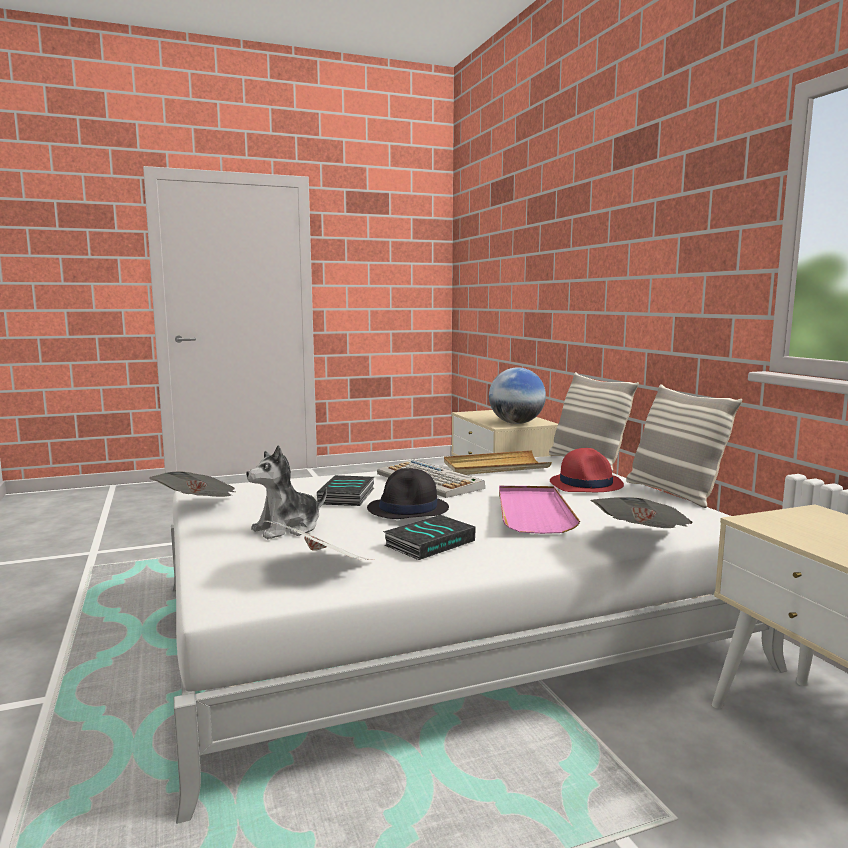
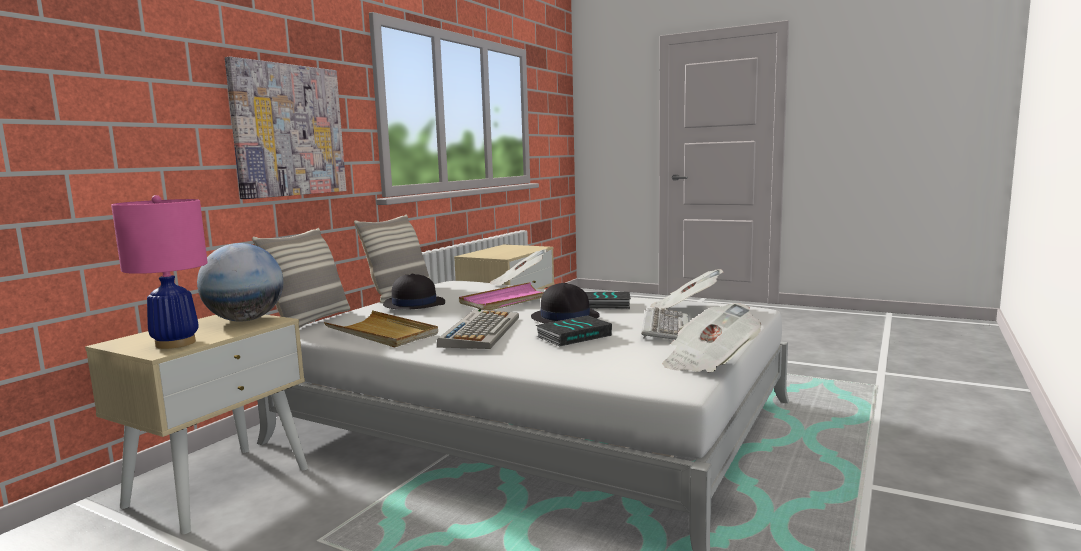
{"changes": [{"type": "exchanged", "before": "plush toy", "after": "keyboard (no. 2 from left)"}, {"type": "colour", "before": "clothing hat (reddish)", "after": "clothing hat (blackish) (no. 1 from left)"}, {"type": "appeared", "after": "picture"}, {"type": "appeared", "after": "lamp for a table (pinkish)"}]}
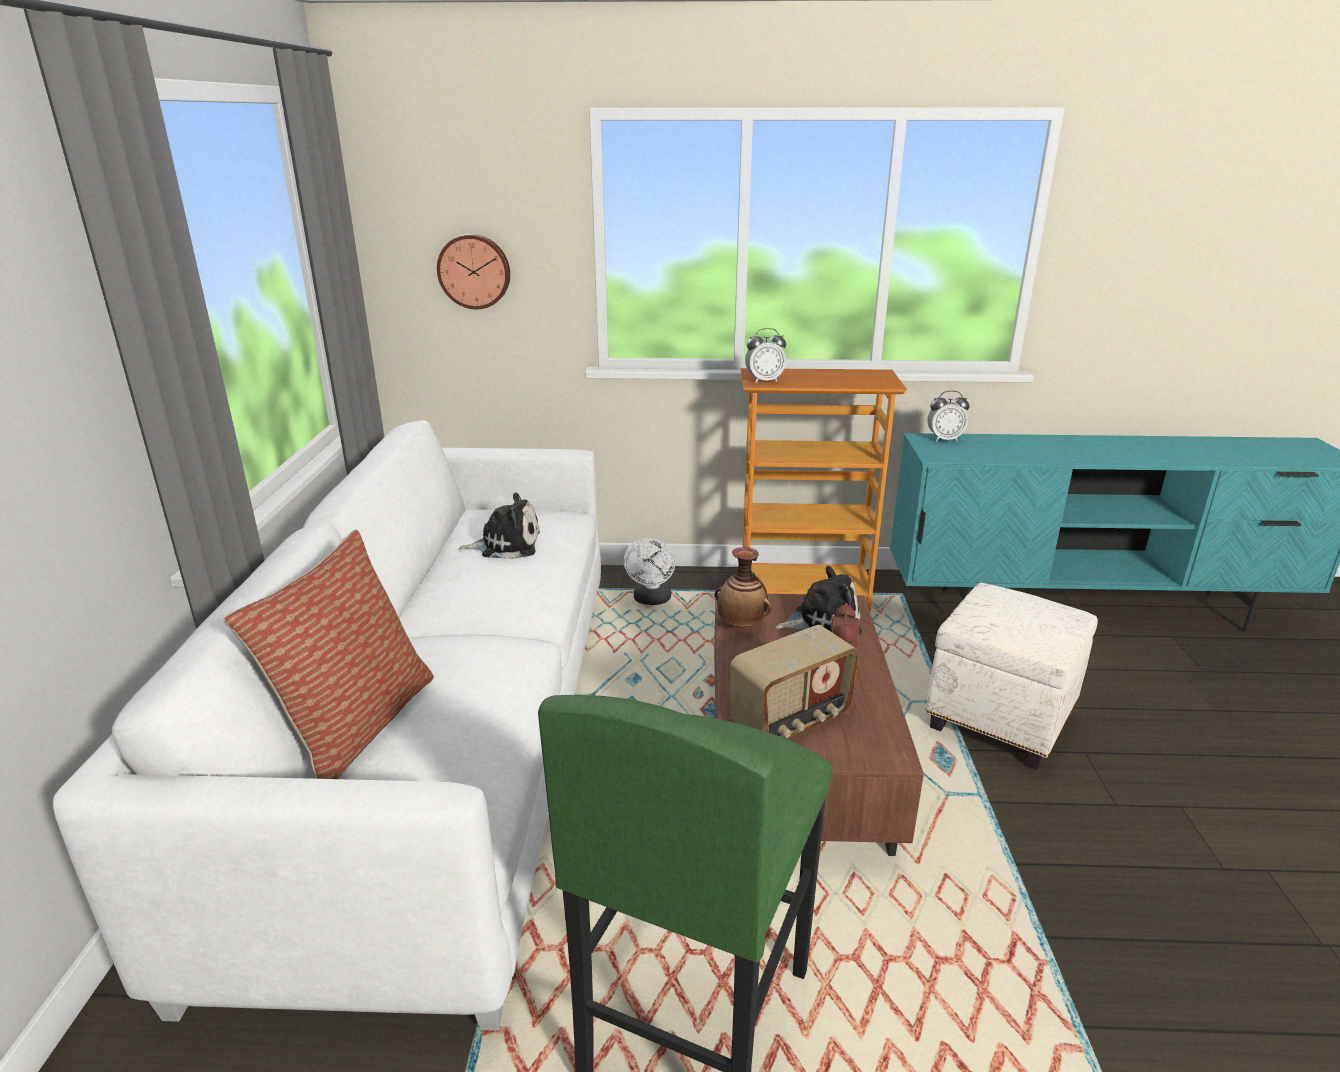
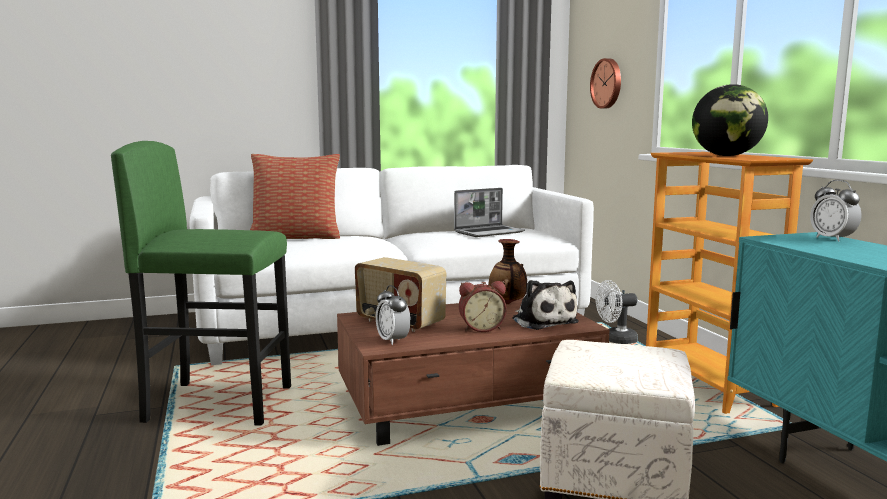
{"changes": [{"type": "relocated", "before": "table clock (no. 1 from left)"}, {"type": "exchanged", "before": "plush toy (no. 1 from left)", "after": "laptop"}, {"type": "appeared", "after": "world globe"}]}
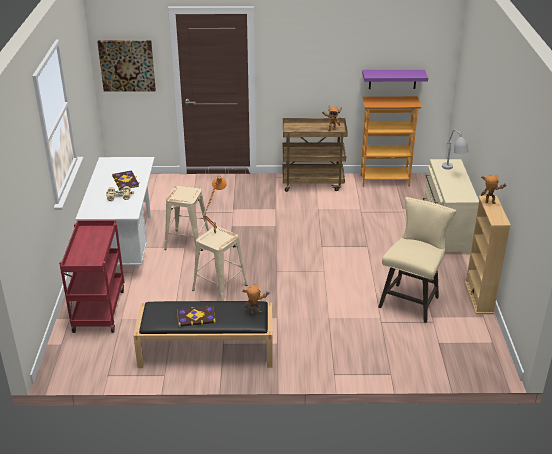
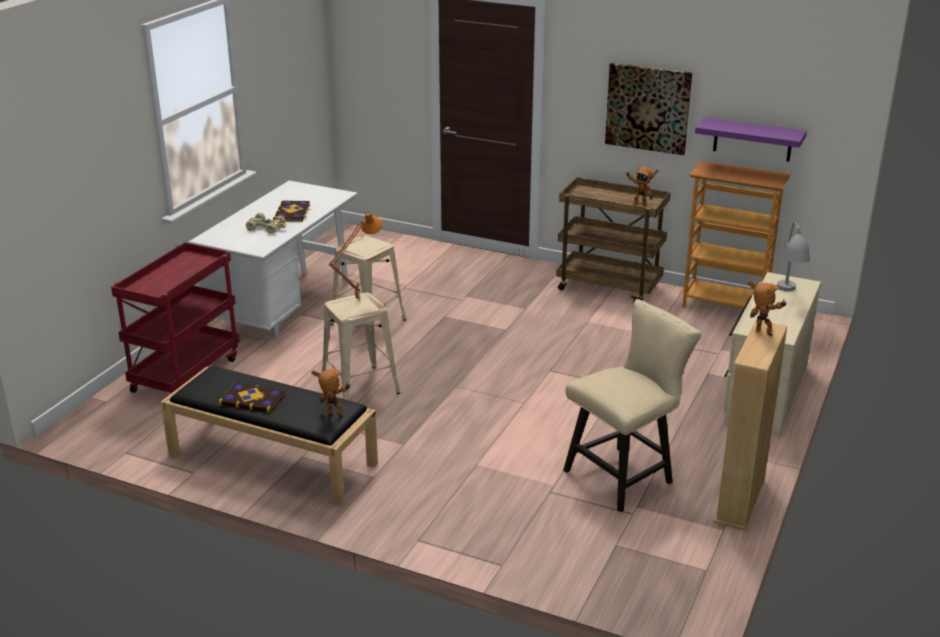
{"changes": [{"type": "relocated", "before": "picture"}]}
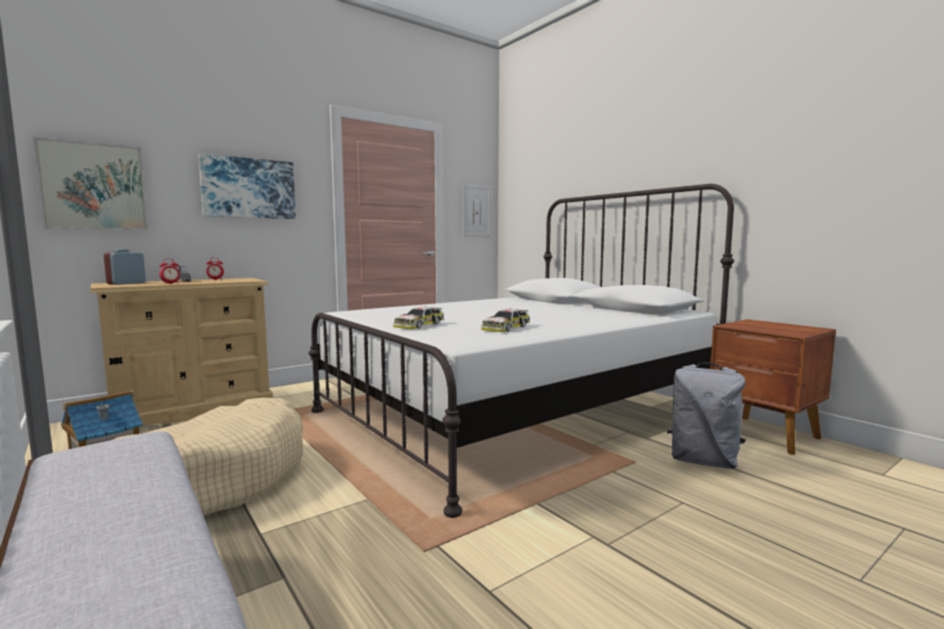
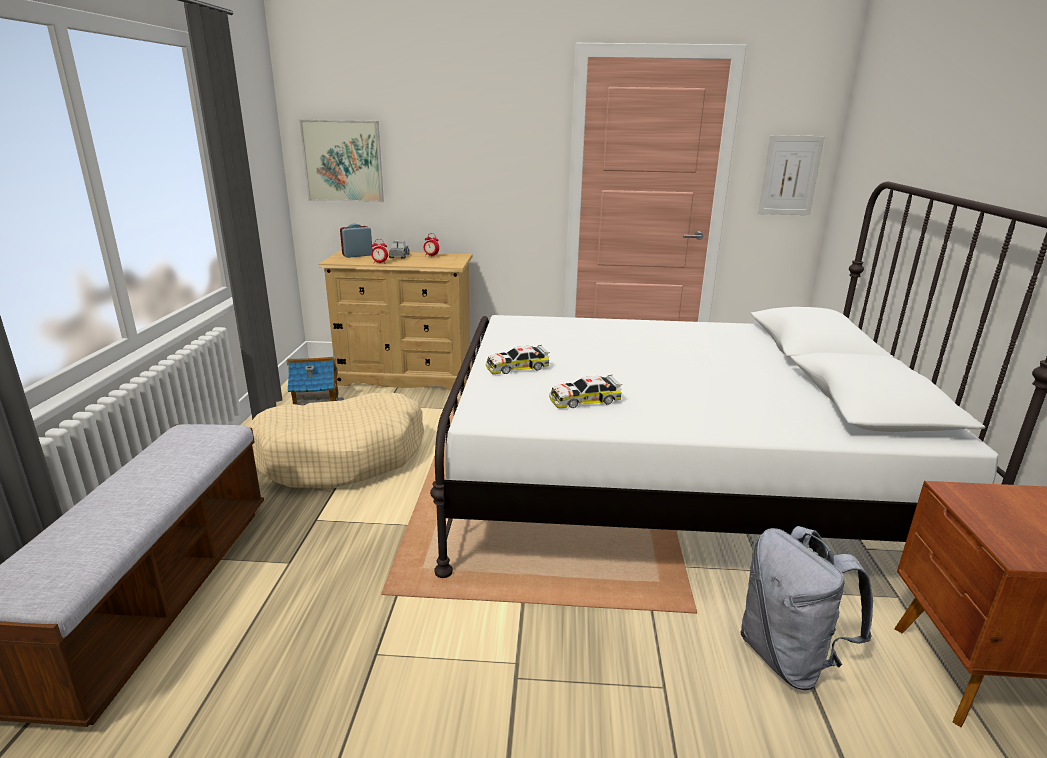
{"changes": [{"type": "missing", "before": "picture (no. 2 from left)"}]}
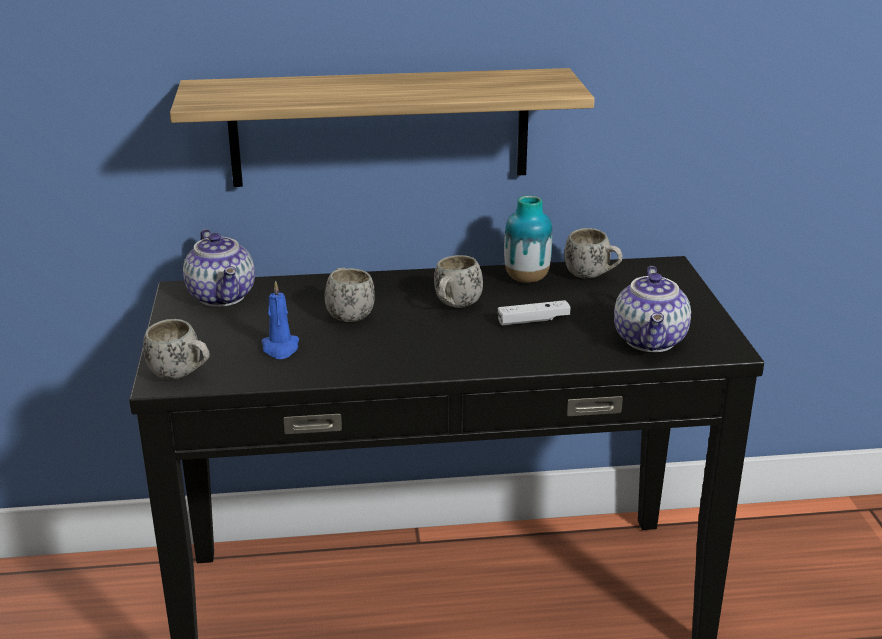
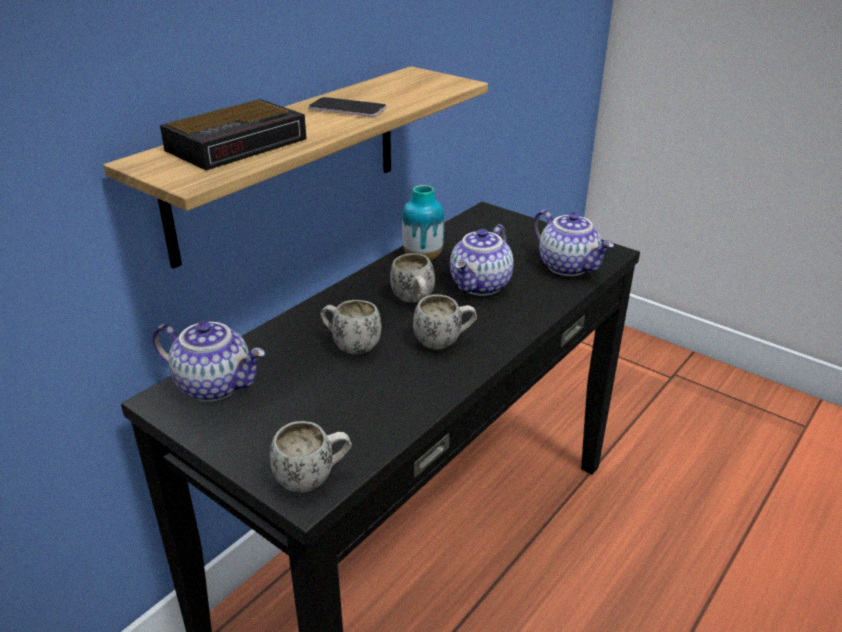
{"changes": [{"type": "relocated", "before": "tea mug (white-coloured) (no. 4 from left)"}, {"type": "missing", "before": "wax candle (bluish)"}, {"type": "exchanged", "before": "gamepad (white-coloured)", "after": "pot for tea (no. 2 from left)"}, {"type": "appeared", "after": "telephone"}, {"type": "appeared", "after": "table clock"}]}
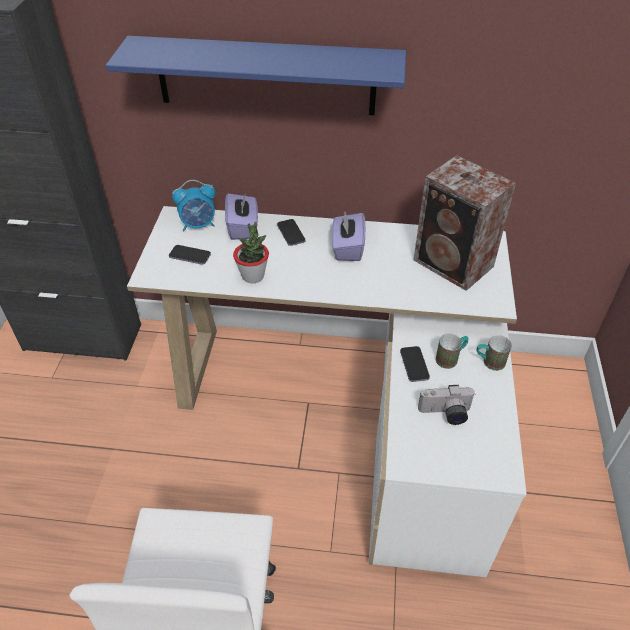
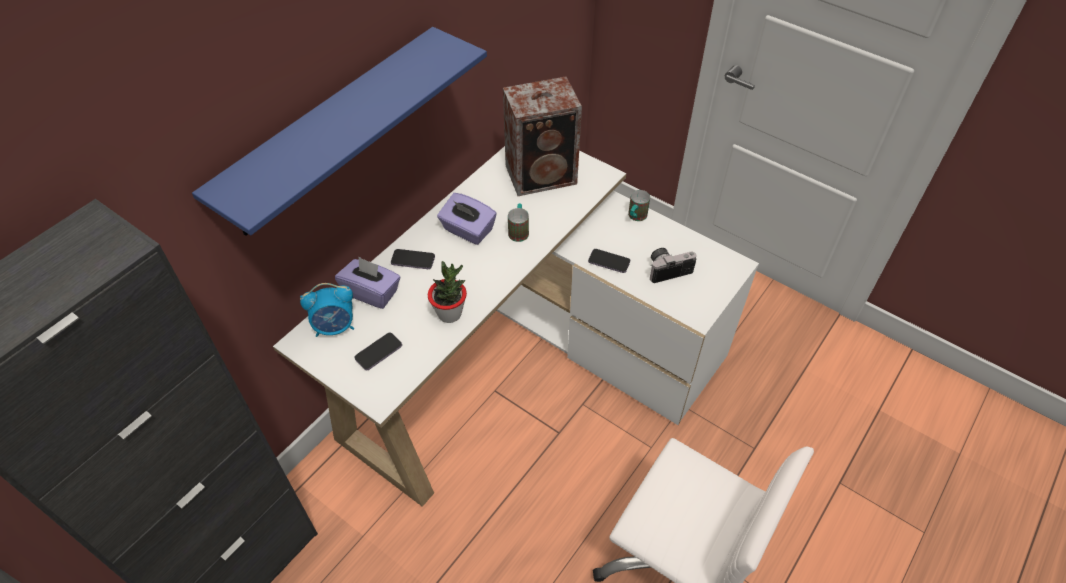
{"changes": [{"type": "spun", "before": "table clock", "turn": 60}, {"type": "relocated", "before": "tea mug (no. 1 from left)"}, {"type": "spun", "before": "photo camera", "turn": -135}]}
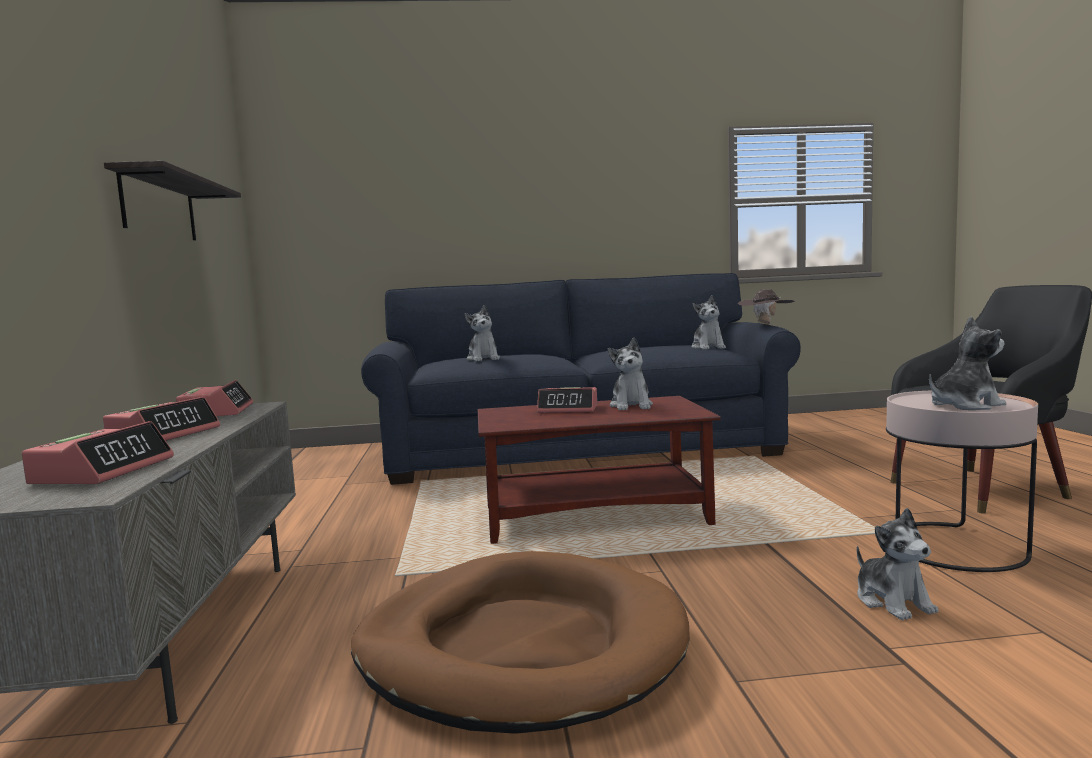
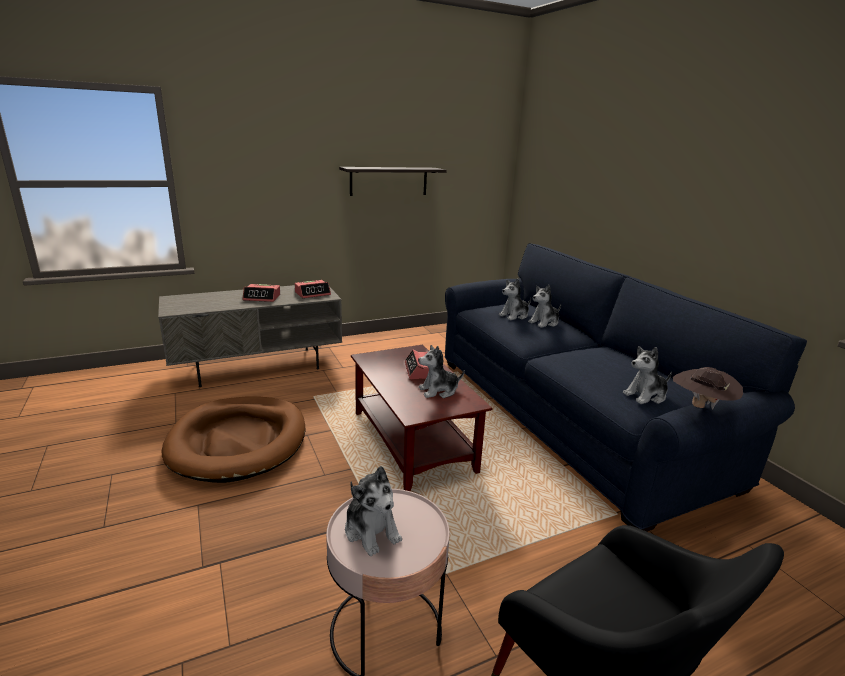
{"changes": [{"type": "missing", "before": "table clock (no. 1 from left)"}, {"type": "relocated", "before": "plush toy (no. 4 from left)"}]}
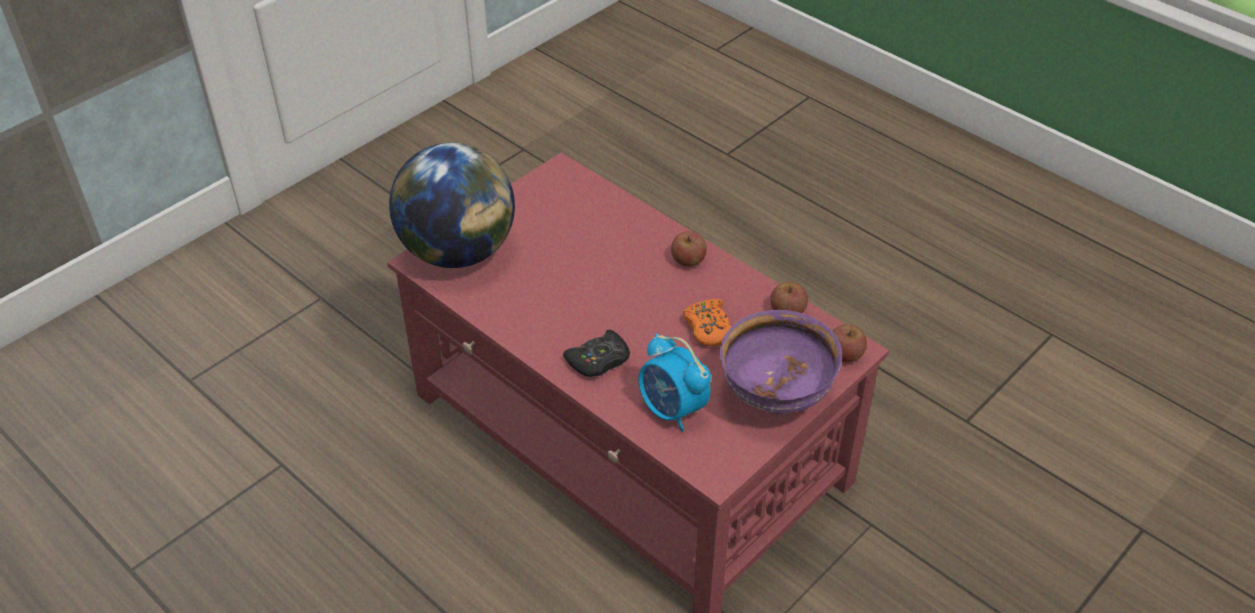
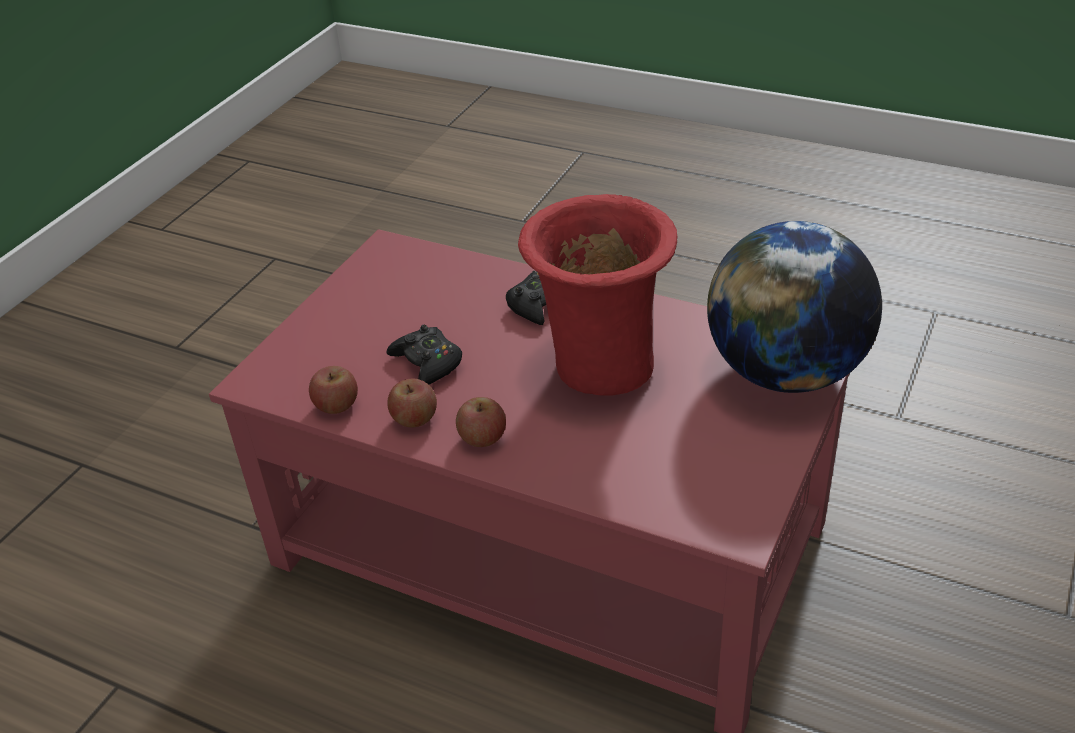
{"changes": [{"type": "colour", "before": "gamepad (orangey)", "after": "gamepad (blackish) (no. 1 from left)"}, {"type": "missing", "before": "serving bowl (purplish)"}, {"type": "relocated", "before": "apple (no. 3 from left in the first image)", "after": "apple (no. 2 from left)"}, {"type": "missing", "before": "table clock"}, {"type": "appeared", "after": "flower vase (reddish)"}]}
